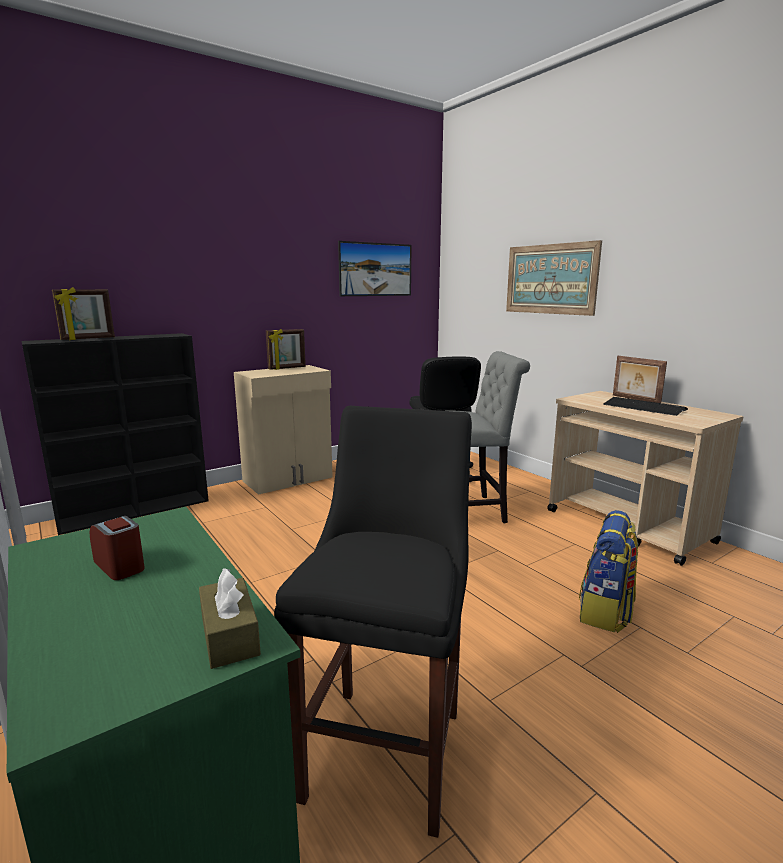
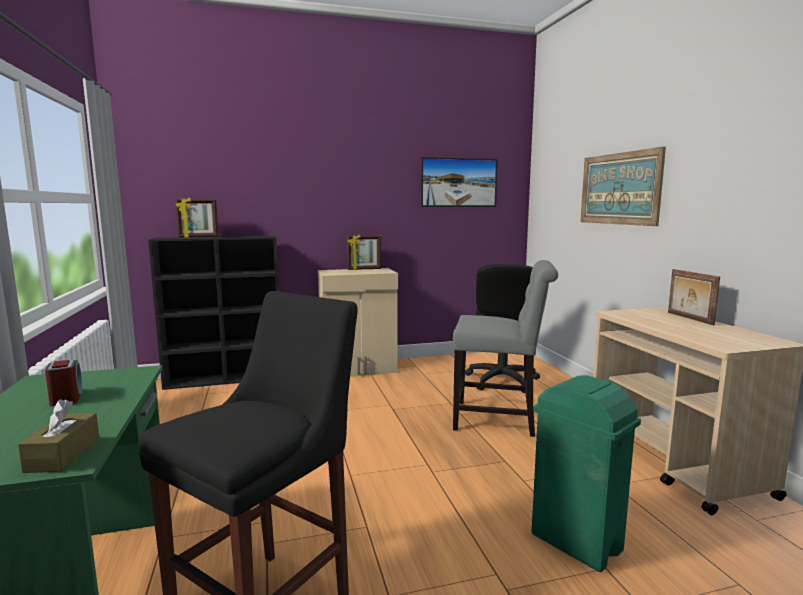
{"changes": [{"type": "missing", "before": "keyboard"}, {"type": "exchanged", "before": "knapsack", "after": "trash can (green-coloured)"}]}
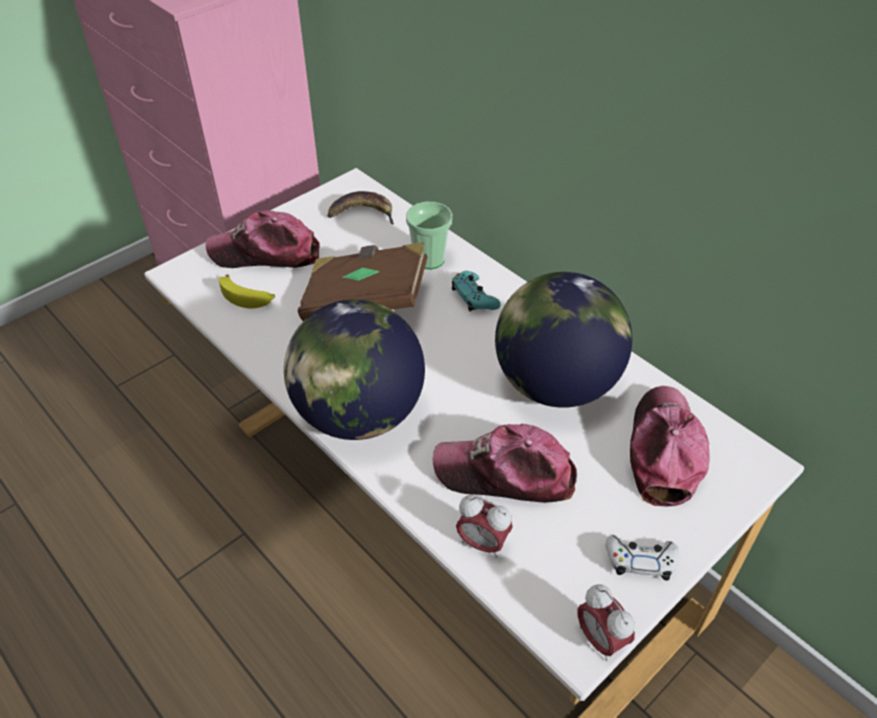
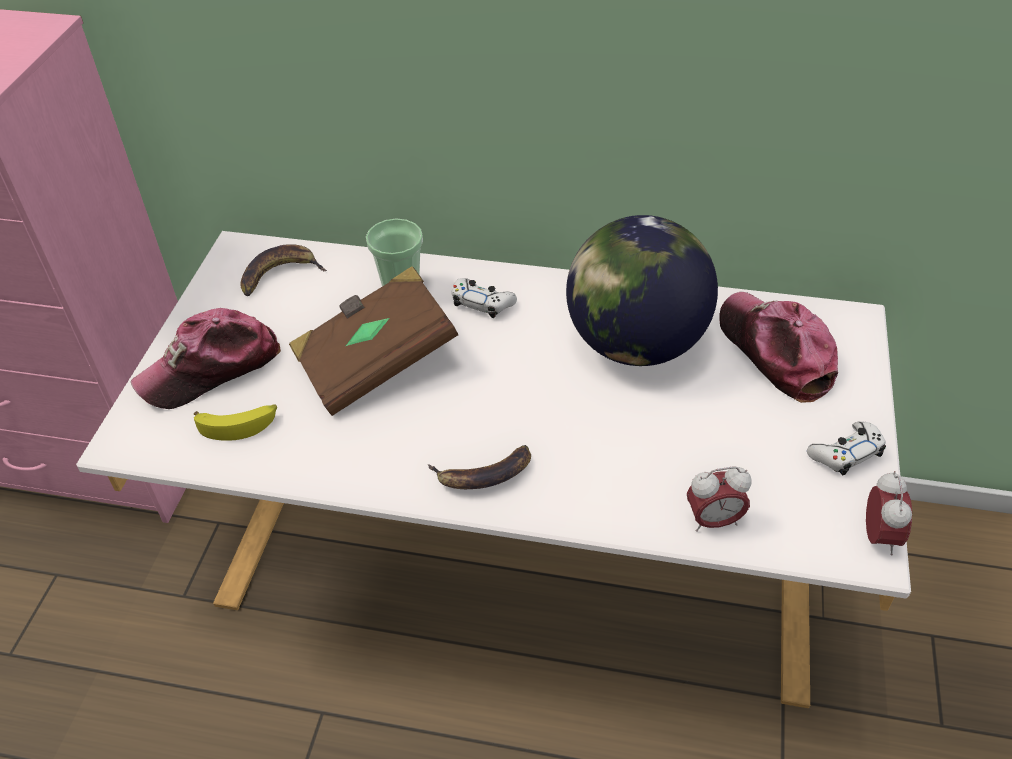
{"changes": [{"type": "colour", "before": "gamepad (blue-green)", "after": "gamepad (white-coloured) (no. 1 from left)"}, {"type": "exchanged", "before": "world globe (no. 1 from left)", "after": "whole banana (no. 3 from left)"}, {"type": "missing", "before": "peaked cap (no. 2 from left)"}, {"type": "spun", "before": "table clock (no. 2 from left)", "turn": -105}]}
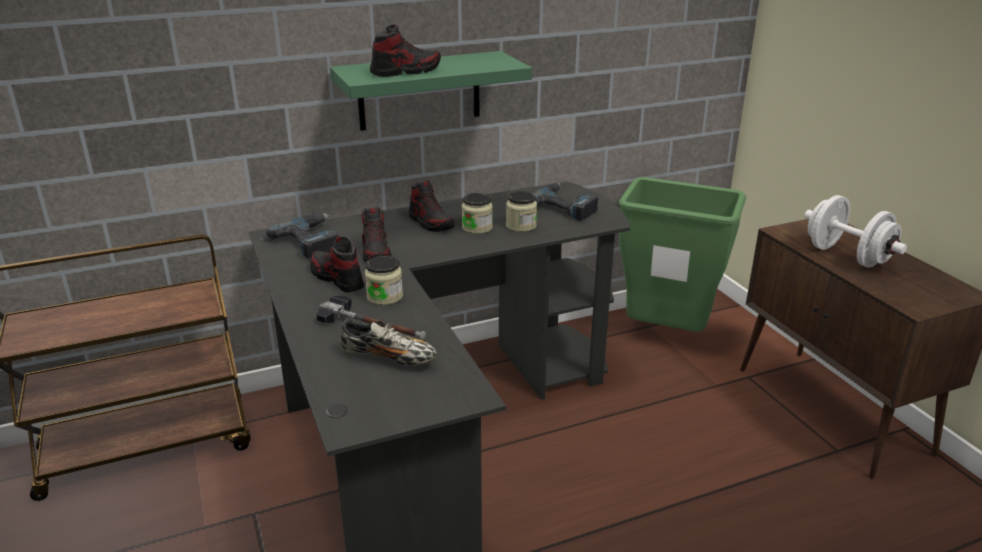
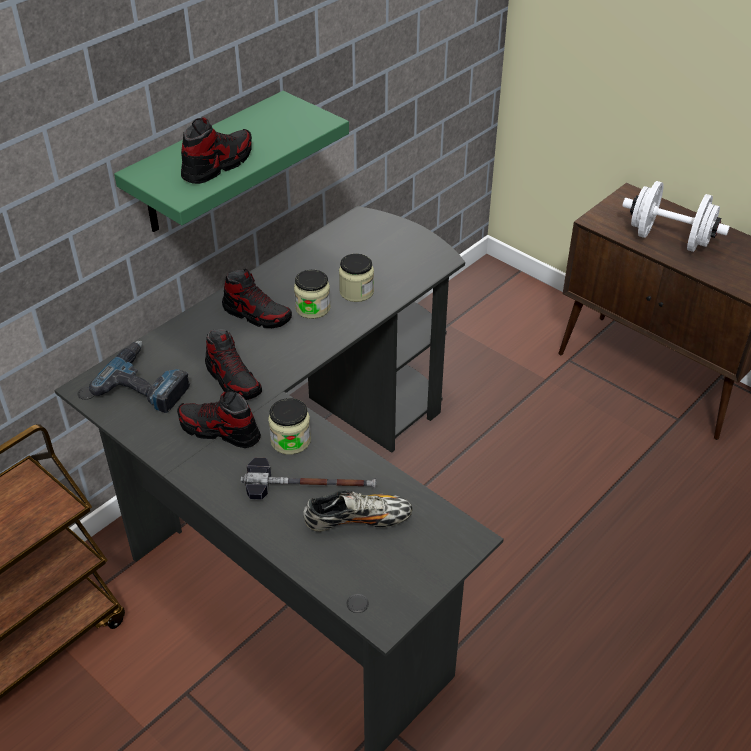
{"changes": [{"type": "missing", "before": "trash can (green-coloured)"}, {"type": "missing", "before": "power drill (no. 2 from left)"}]}
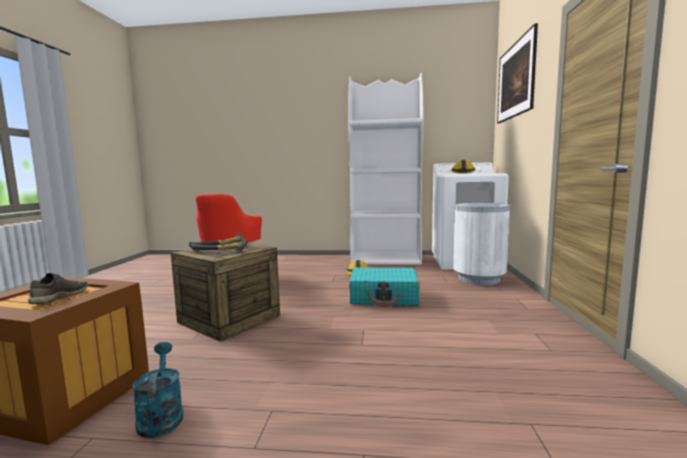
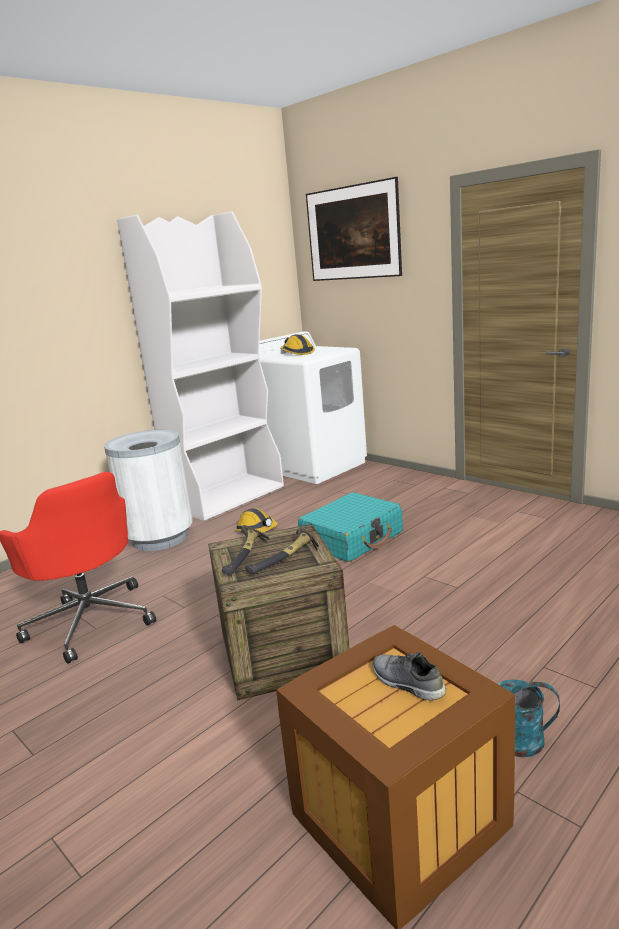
{"changes": [{"type": "relocated", "before": "trash can (white-coloured)"}]}
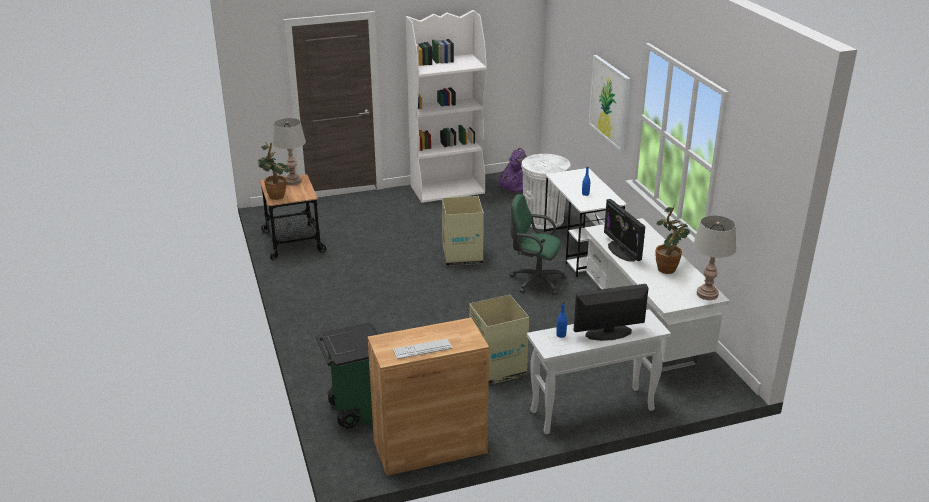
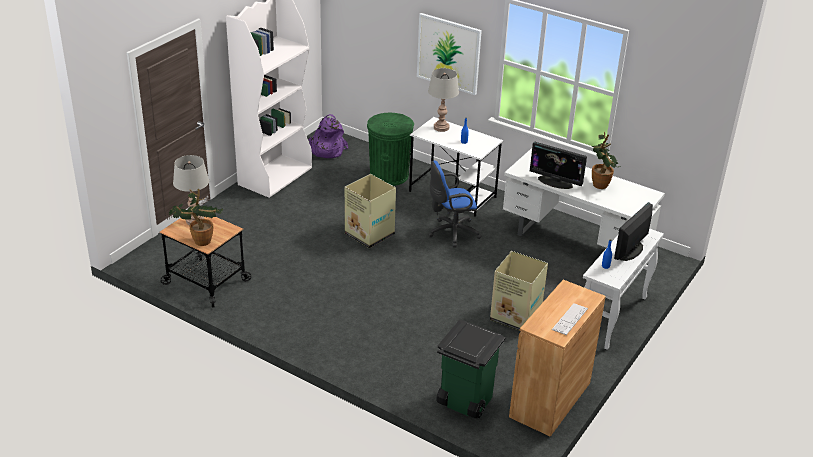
{"changes": [{"type": "colour", "before": "trash can (white-coloured)", "after": "trash can (green-coloured) (no. 1 from left)"}, {"type": "colour", "before": "desk chair (green-coloured)", "after": "desk chair (bluish)"}, {"type": "relocated", "before": "lamp for a table (greyish) (no. 2 from left)"}]}
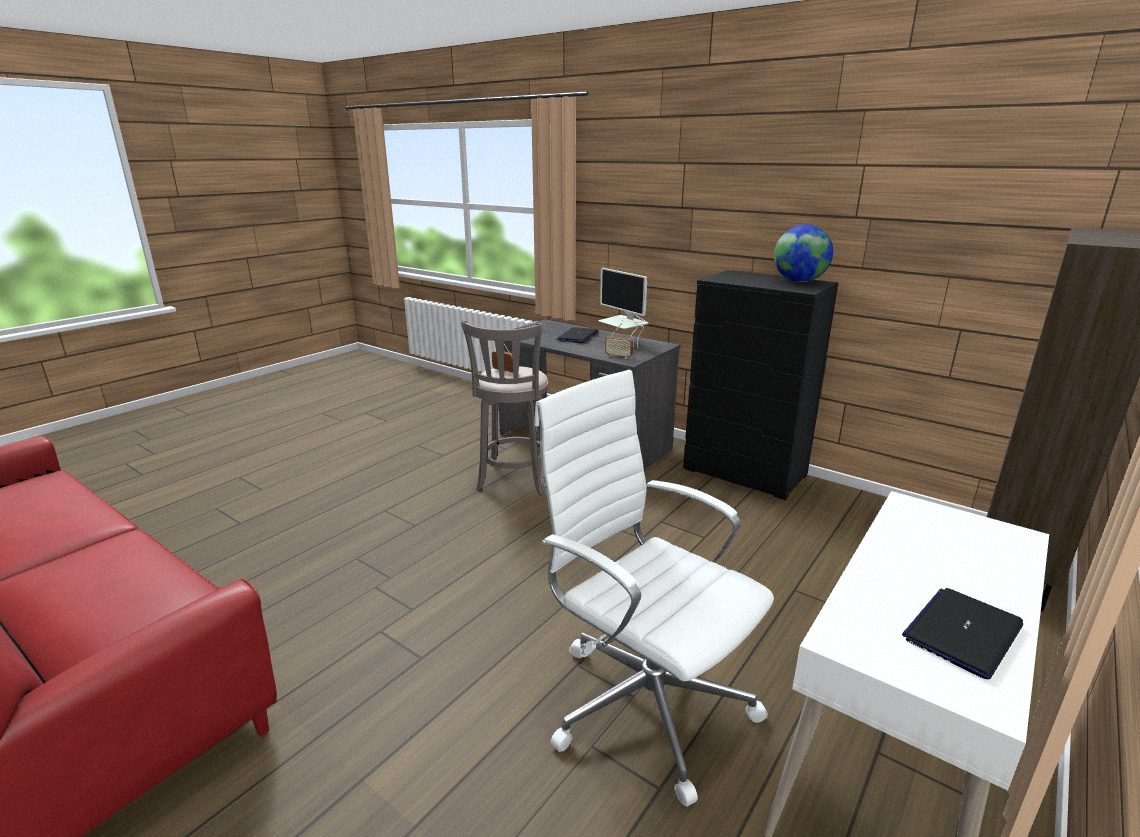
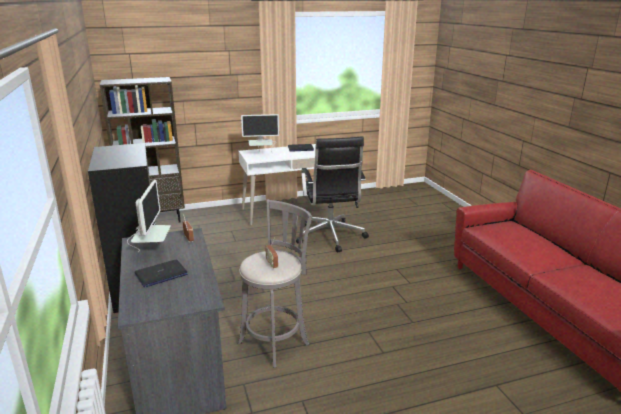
{"changes": [{"type": "missing", "before": "world globe"}, {"type": "colour", "before": "desk chair (white-coloured)", "after": "desk chair (blackish)"}, {"type": "appeared", "after": "computer screen (no. 2 from left)"}]}
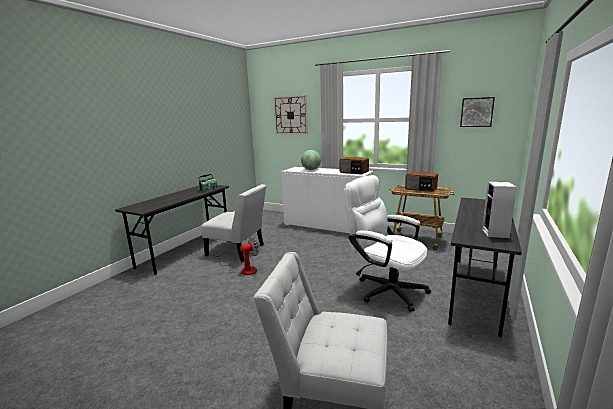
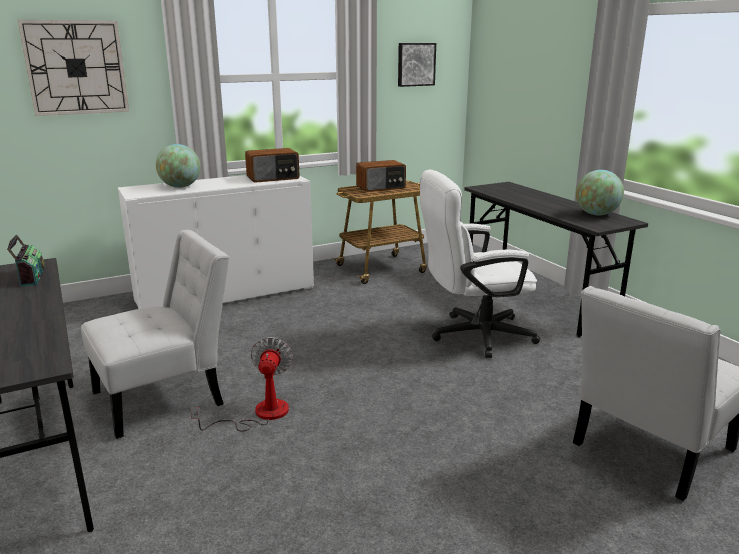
{"changes": [{"type": "exchanged", "before": "audio speaker", "after": "world globe (no. 2 from left)"}]}
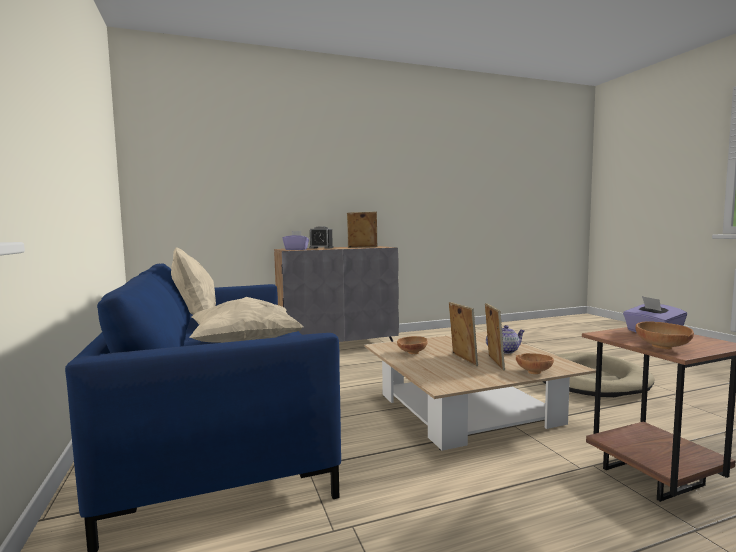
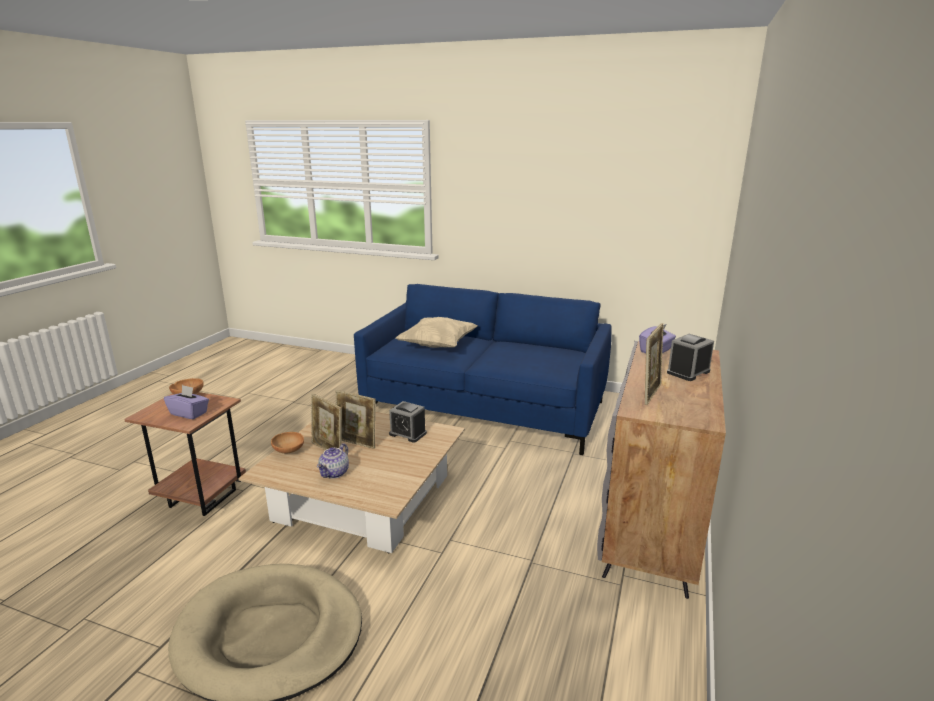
{"changes": [{"type": "missing", "before": "throw pillow (sand-coloured) (no. 1 from left)"}, {"type": "exchanged", "before": "serving bowl (brownish) (no. 1 from left)", "after": "table clock (no. 1 from left)"}]}
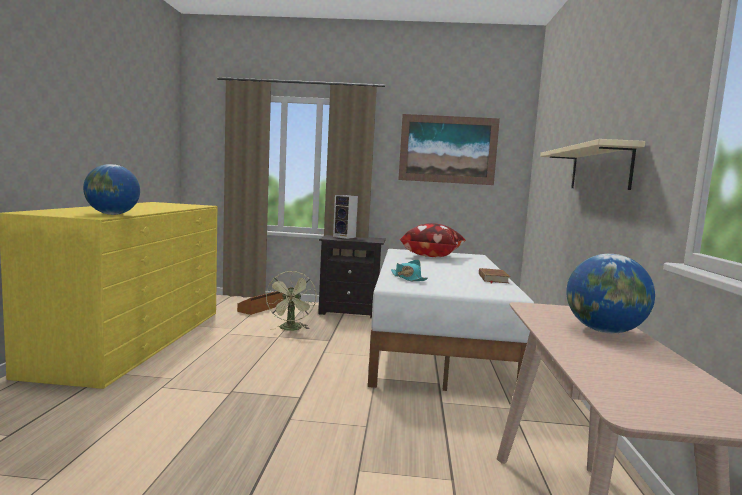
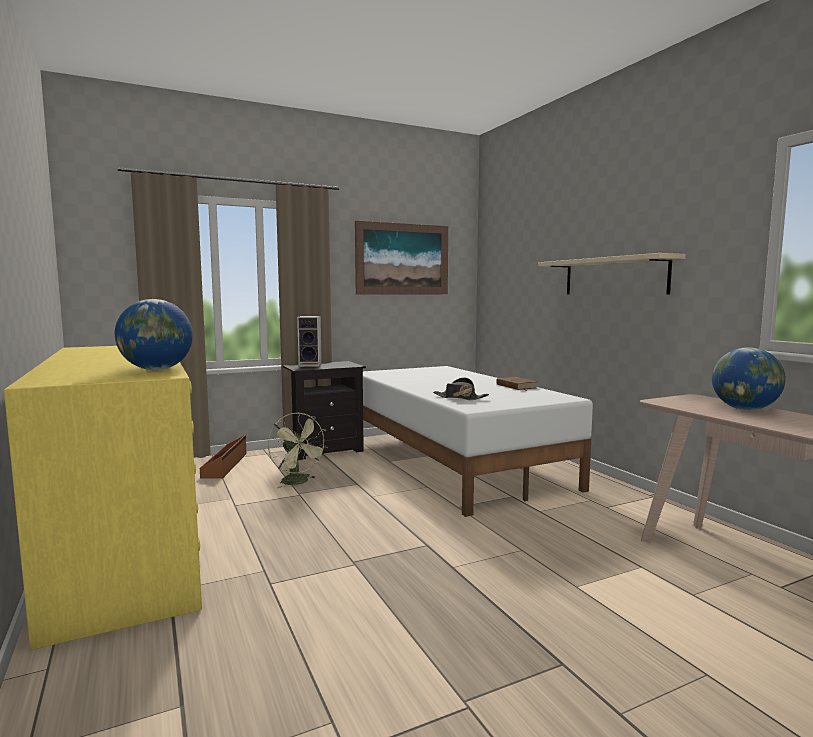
{"changes": [{"type": "missing", "before": "throw pillow"}, {"type": "colour", "before": "clothing hat (blue-green)", "after": "clothing hat (blackish)"}]}
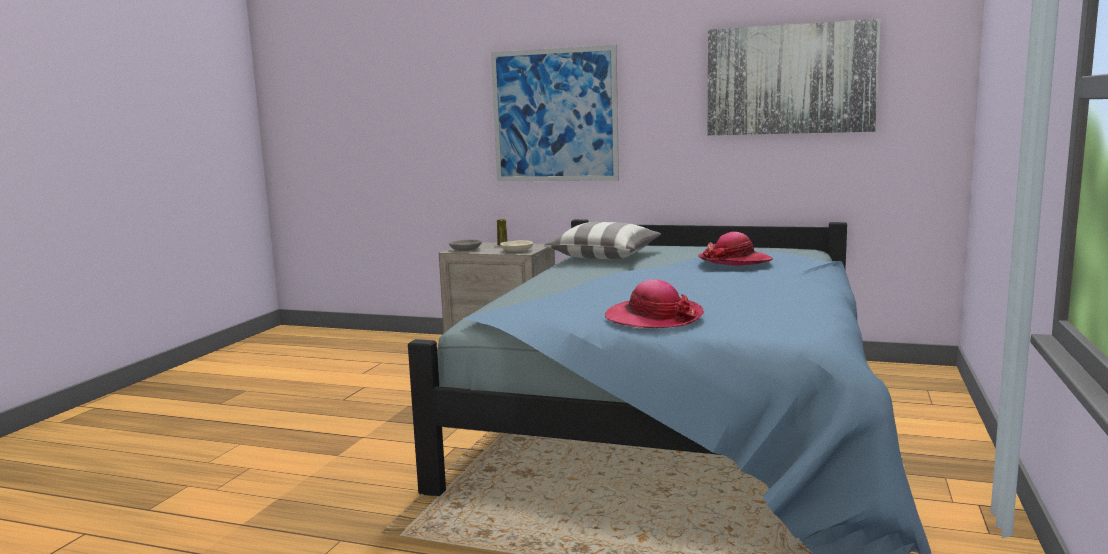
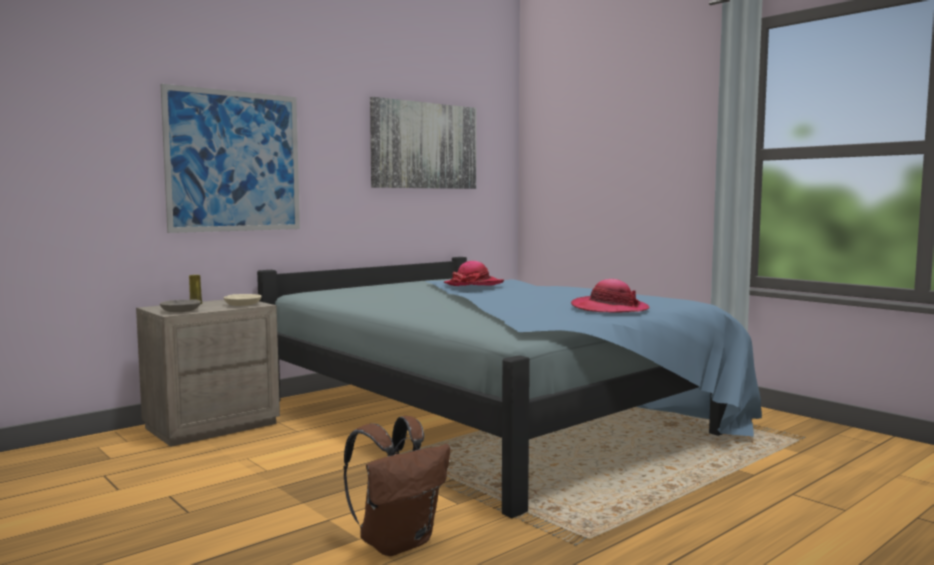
{"changes": [{"type": "missing", "before": "throw pillow"}, {"type": "appeared", "after": "knapsack (brownish)"}]}
